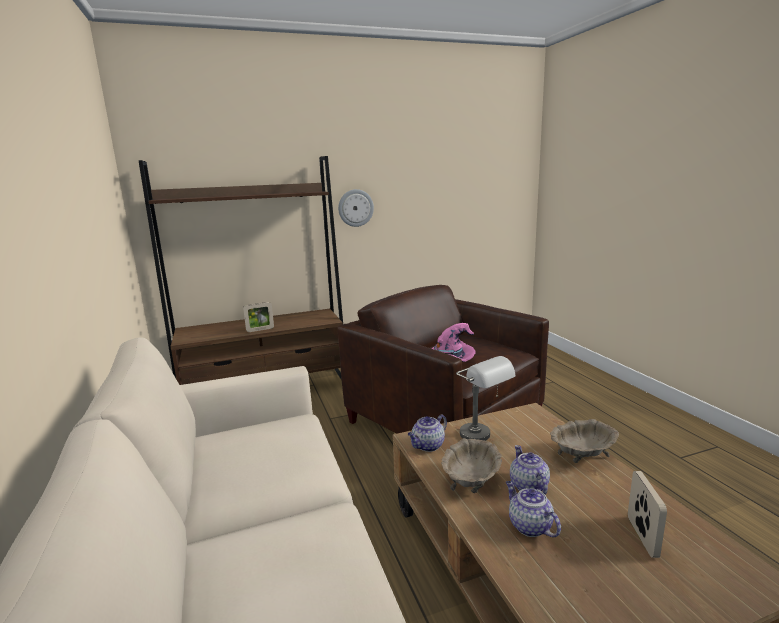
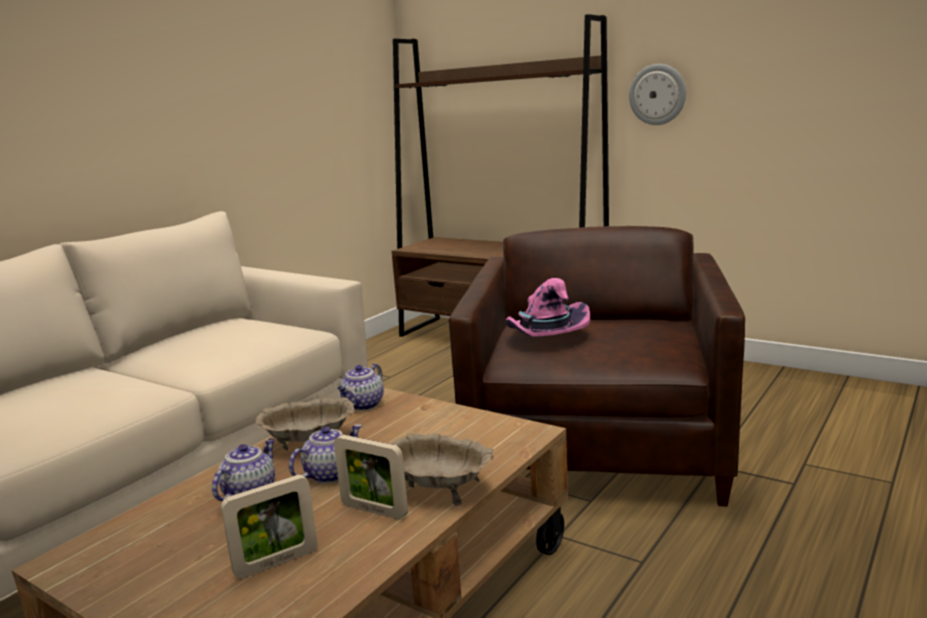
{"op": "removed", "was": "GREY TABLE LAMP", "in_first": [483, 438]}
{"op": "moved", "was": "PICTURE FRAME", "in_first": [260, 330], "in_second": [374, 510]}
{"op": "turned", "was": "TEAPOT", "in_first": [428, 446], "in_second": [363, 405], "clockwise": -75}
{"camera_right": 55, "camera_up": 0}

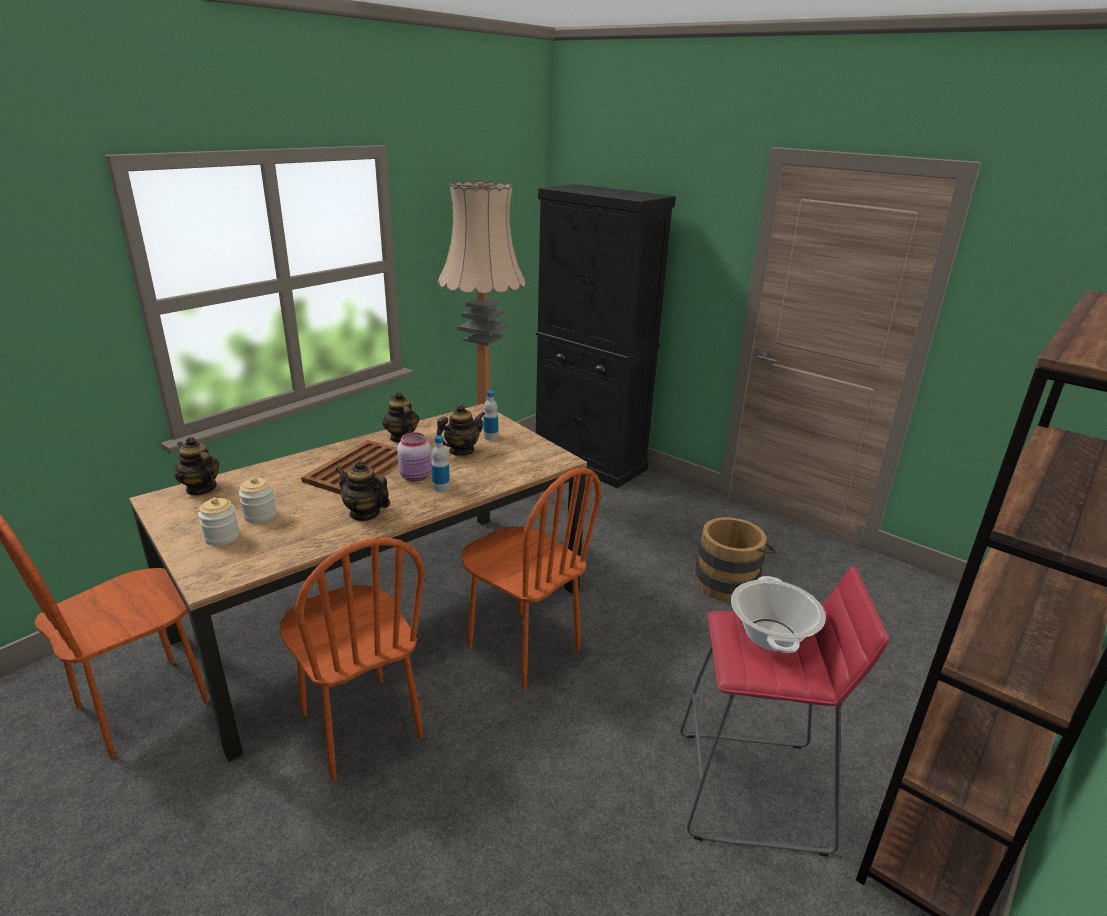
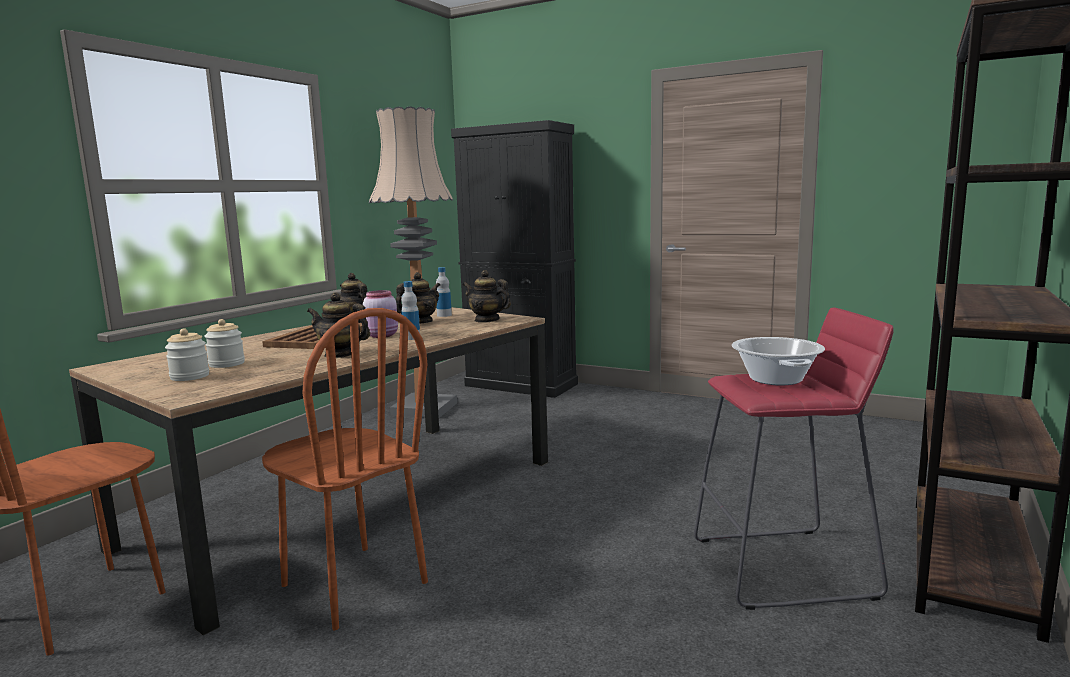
{"op": "removed", "was": "BROWN CHAIR", "in_first": [523, 648]}
{"op": "removed", "was": "BROWN BUCKET", "in_first": [729, 581]}
{"op": "moved", "was": "TEAPOT", "in_first": [201, 489], "in_second": [487, 320]}
{"camera_right": -10, "camera_up": -15}

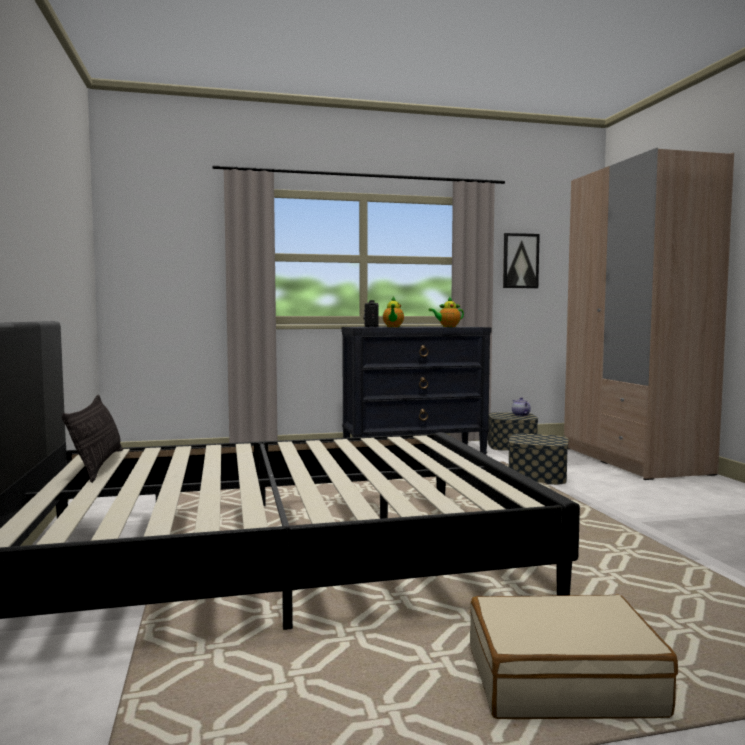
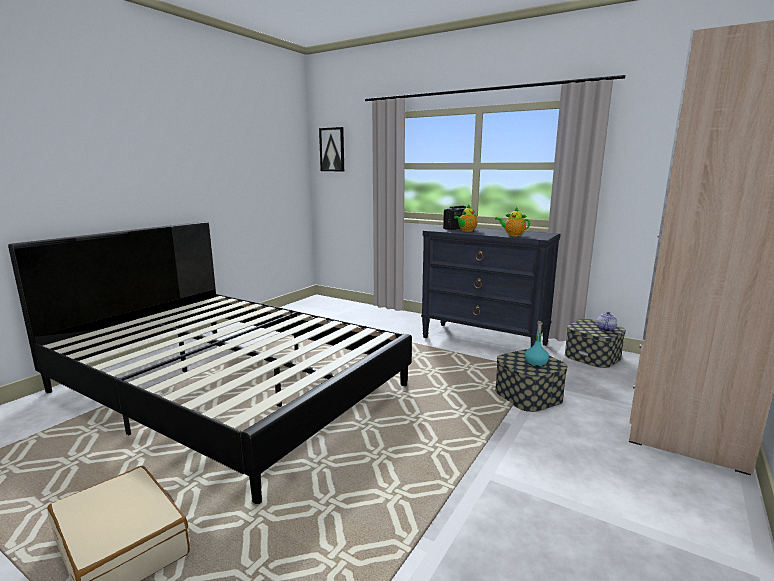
{"op": "removed", "was": "PILLOW", "in_first": [98, 465]}
{"op": "added", "now": "TURQUOISE BOTTLE", "in_second": [536, 363]}
{"op": "moved", "was": "PICTURE", "in_first": [520, 261], "in_second": [332, 149]}
{"camera_right": 45, "camera_up": 10}

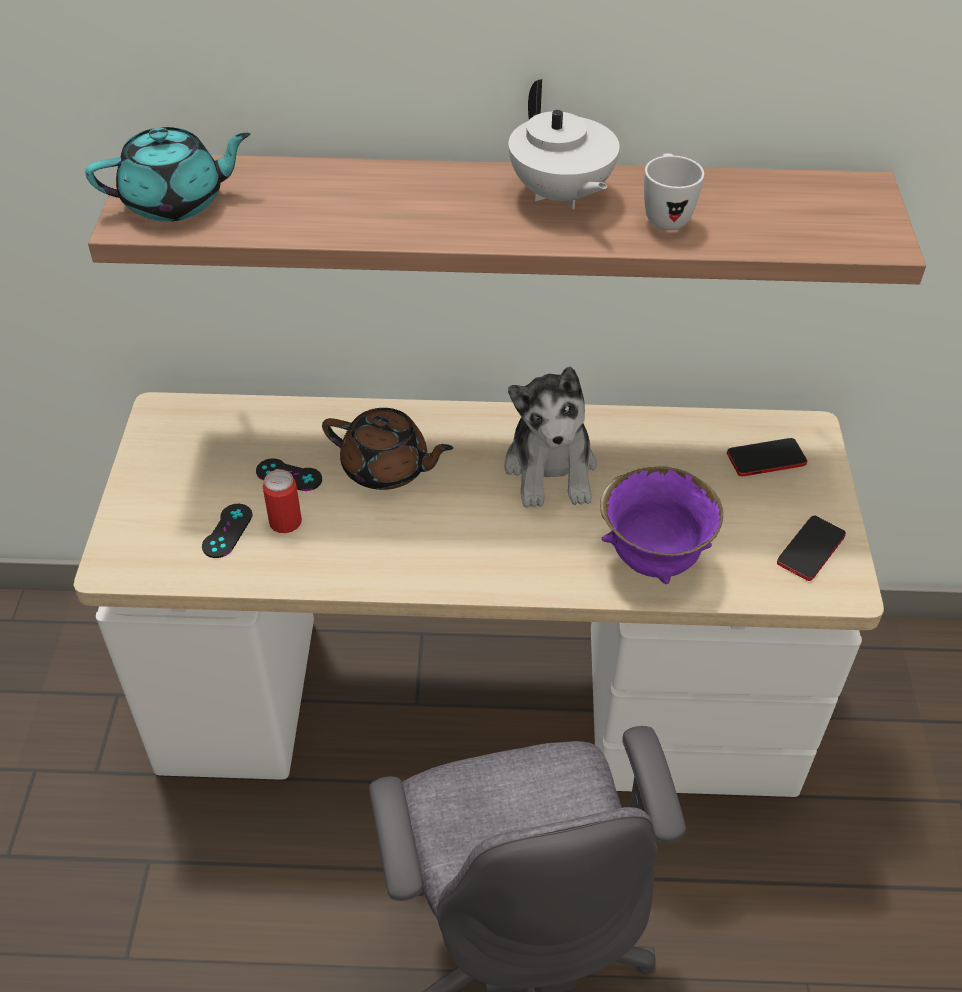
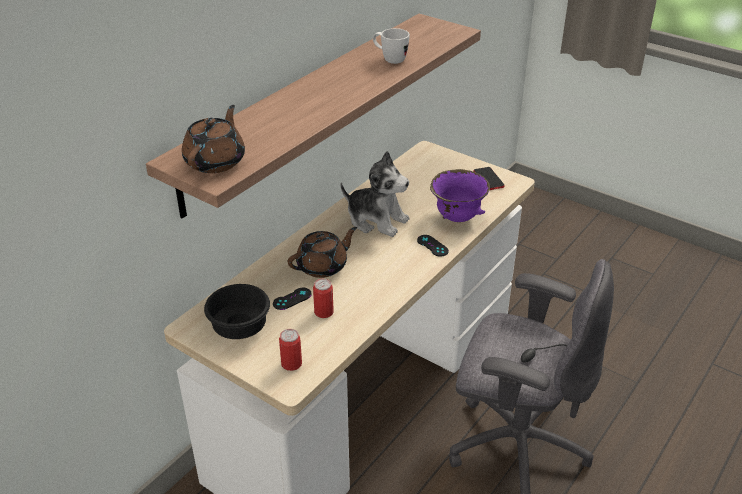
{"op": "removed", "was": "WHITE TEAPOT", "in_first": [560, 195]}
{"op": "removed", "was": "PHONE", "in_first": [766, 458]}
{"op": "added", "now": "BLACK BOWL", "in_second": [240, 326]}
{"op": "added", "now": "CAN", "in_second": [291, 364]}
{"op": "moved", "was": "BLACK GAME CONTROLLER", "in_first": [227, 531], "in_second": [432, 246]}
{"op": "recoloured", "was": "TURQUOISE TEAPOT", "now": "BROWN TEAPOT", "in_first": [176, 202], "in_second": [216, 161]}
{"camera_right": -55, "camera_up": -10}

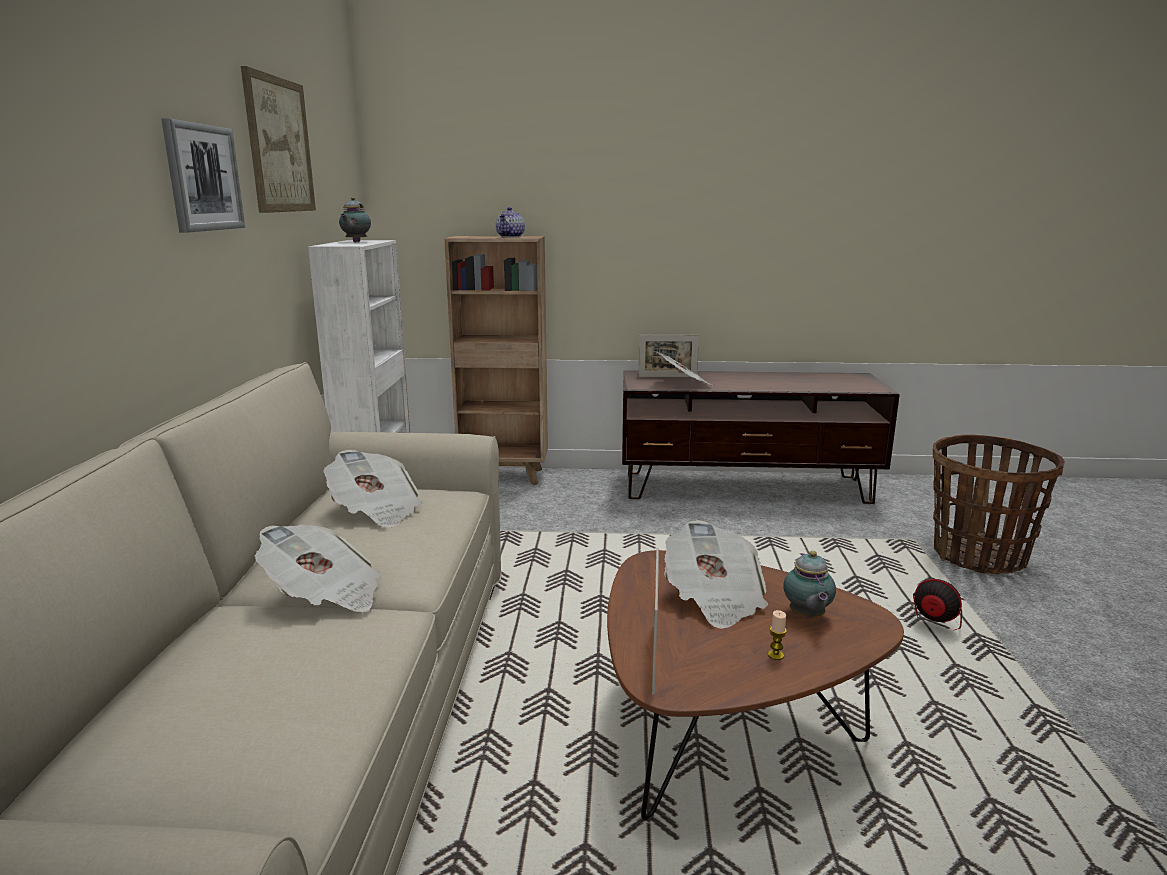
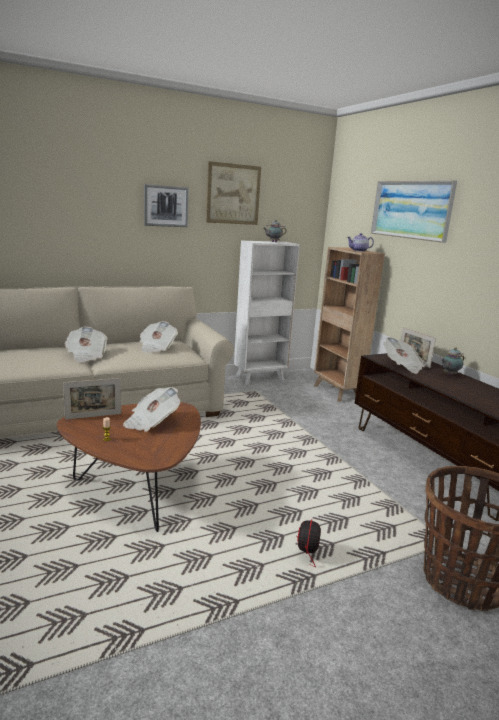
{"op": "added", "now": "PICTURE", "in_second": [411, 209]}
{"op": "moved", "was": "TEAPOT", "in_first": [806, 616], "in_second": [449, 374]}
{"camera_right": 60, "camera_up": 0}

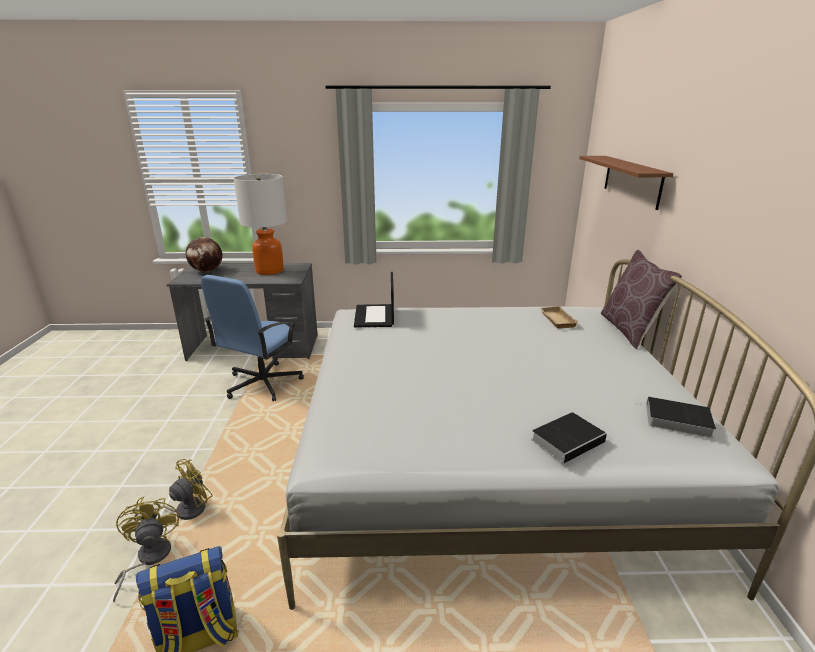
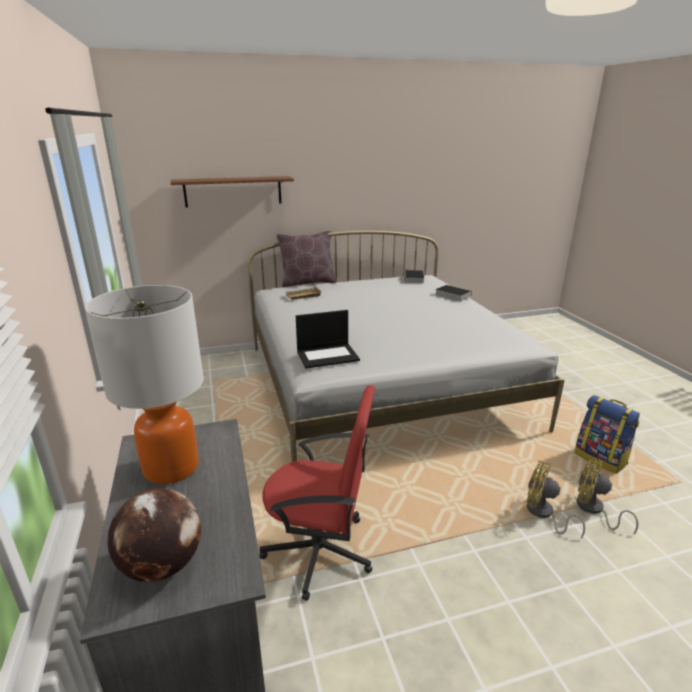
{"op": "recoloured", "was": "BLUE OFFICE CHAIR", "now": "RED OFFICE CHAIR", "in_first": [262, 383], "in_second": [320, 552]}
{"op": "turned", "was": "YELLOW FAN", "in_first": [148, 559], "in_second": [593, 510], "clockwise": 60}
{"camera_right": -105, "camera_up": 0}

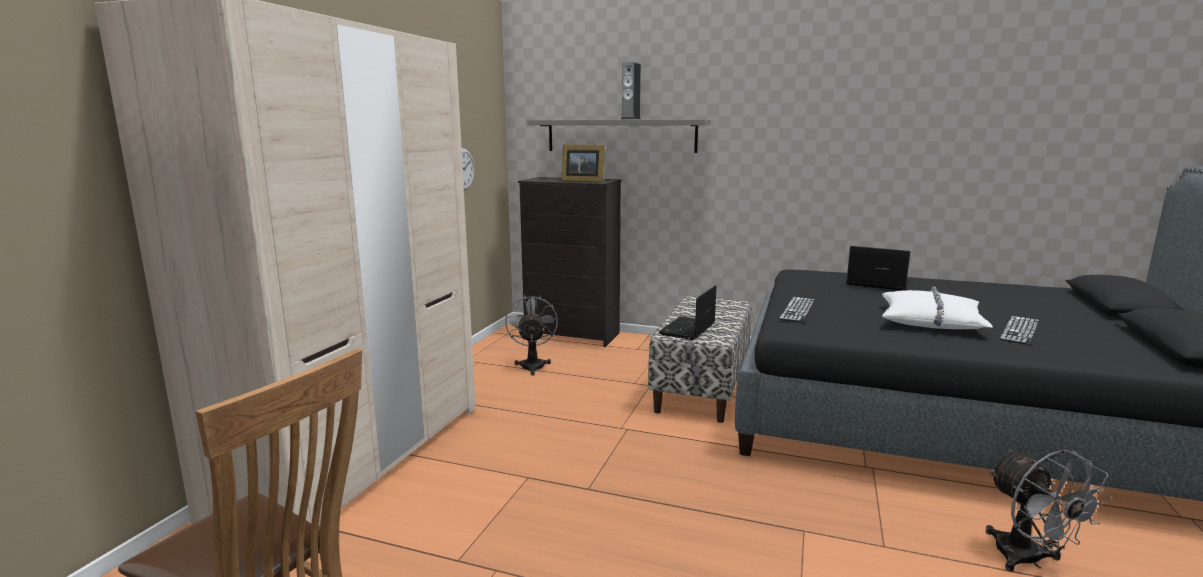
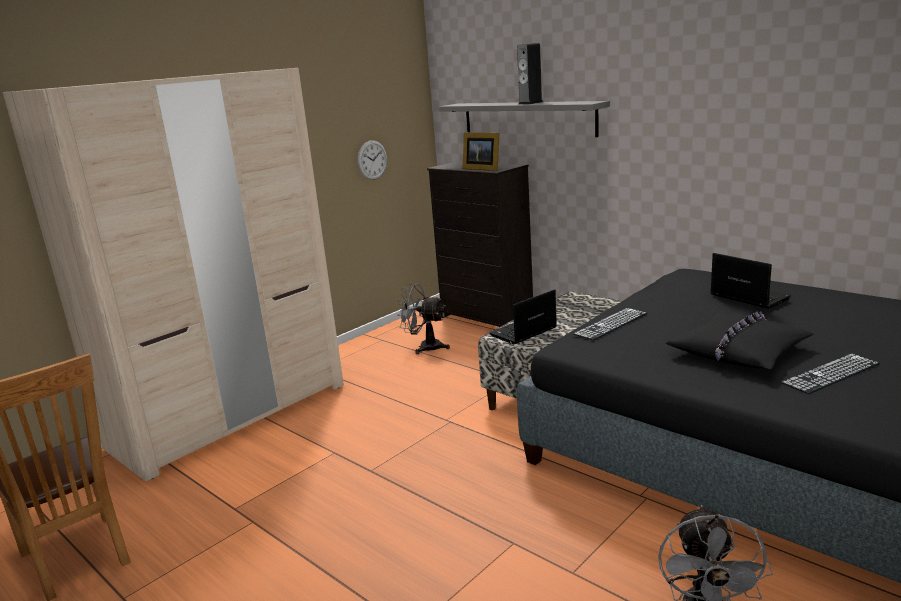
{"op": "recoloured", "was": "WHITE PILLOW", "now": "BLACK PILLOW", "in_first": [930, 321], "in_second": [738, 351]}
{"op": "turned", "was": "GREY FAN", "in_first": [532, 365], "in_second": [425, 347], "clockwise": -90}
{"camera_right": 25, "camera_up": 5}

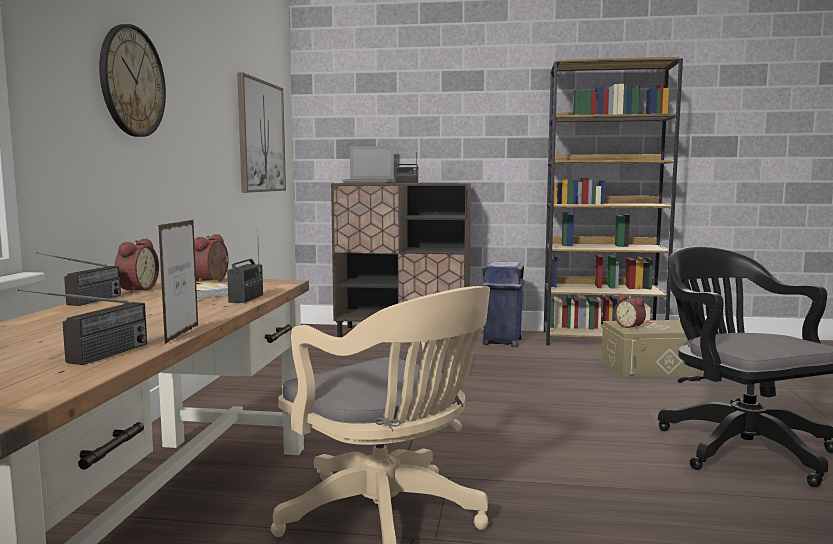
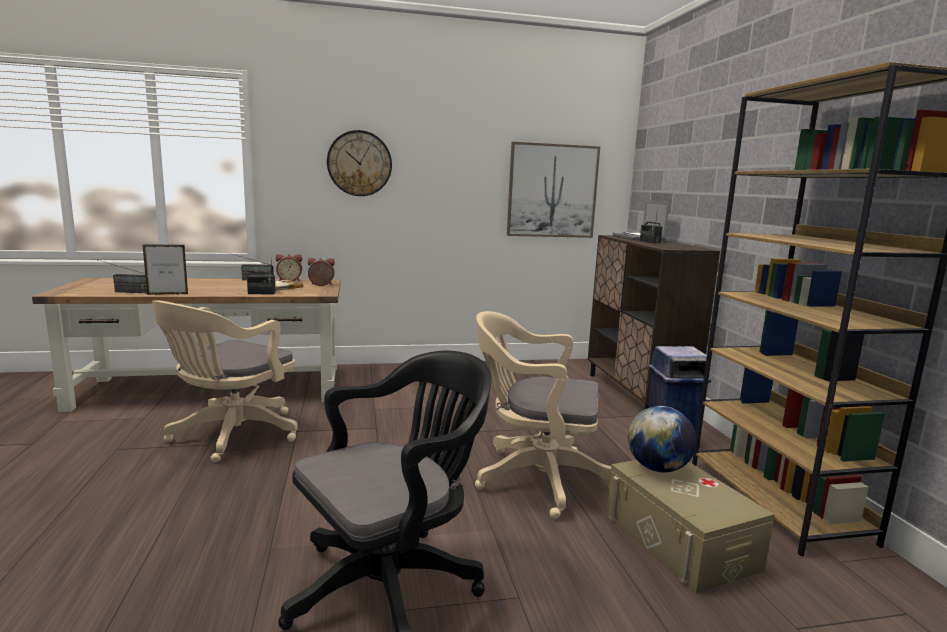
{"op": "added", "now": "BEIGE OFFICE CHAIR", "in_second": [535, 478]}
{"op": "replaced", "was": "ALARM CLOCK", "now": "GLOBE", "in_first": [630, 326], "in_second": [657, 468]}
{"camera_right": 70, "camera_up": 5}

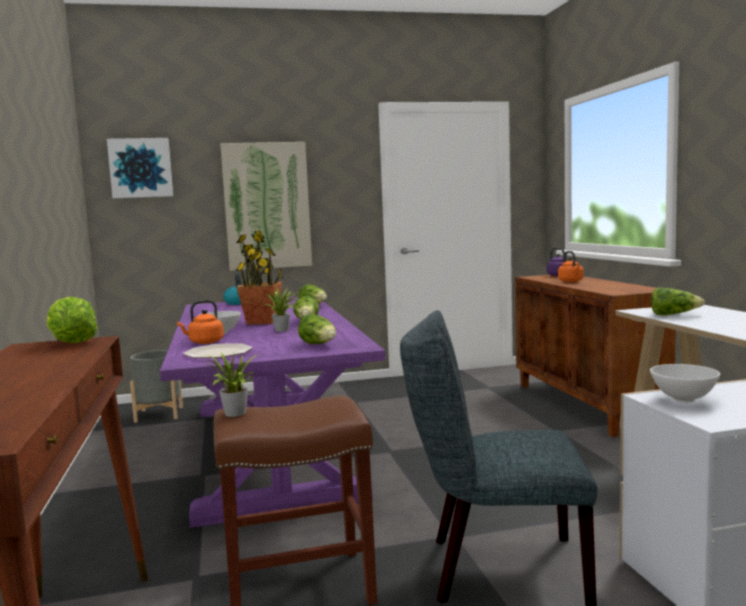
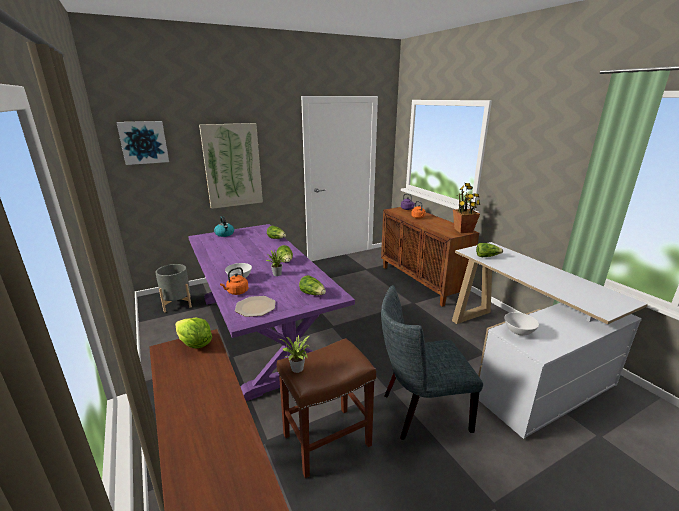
{"op": "moved", "was": "POTTED PLANT", "in_first": [263, 322], "in_second": [463, 230]}
{"camera_right": -15, "camera_up": 15}

